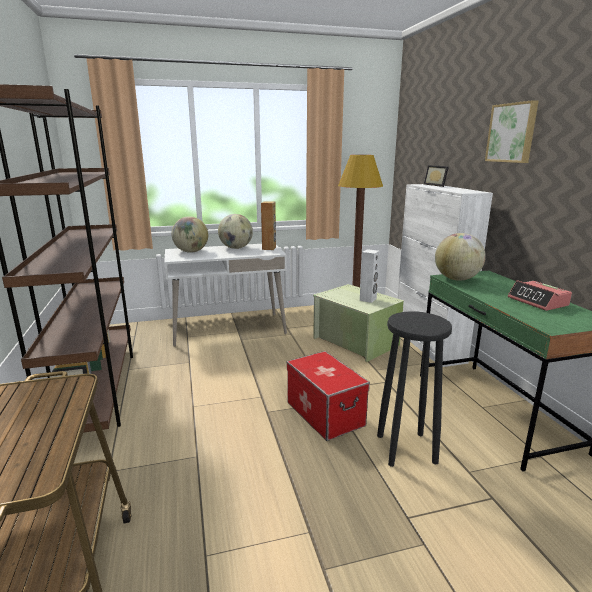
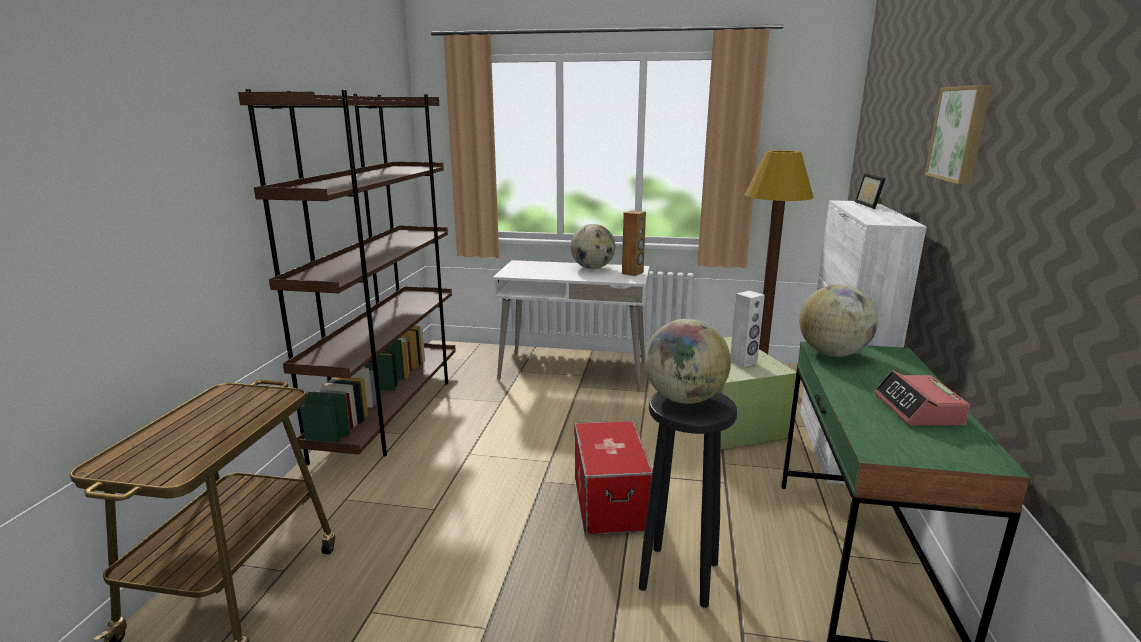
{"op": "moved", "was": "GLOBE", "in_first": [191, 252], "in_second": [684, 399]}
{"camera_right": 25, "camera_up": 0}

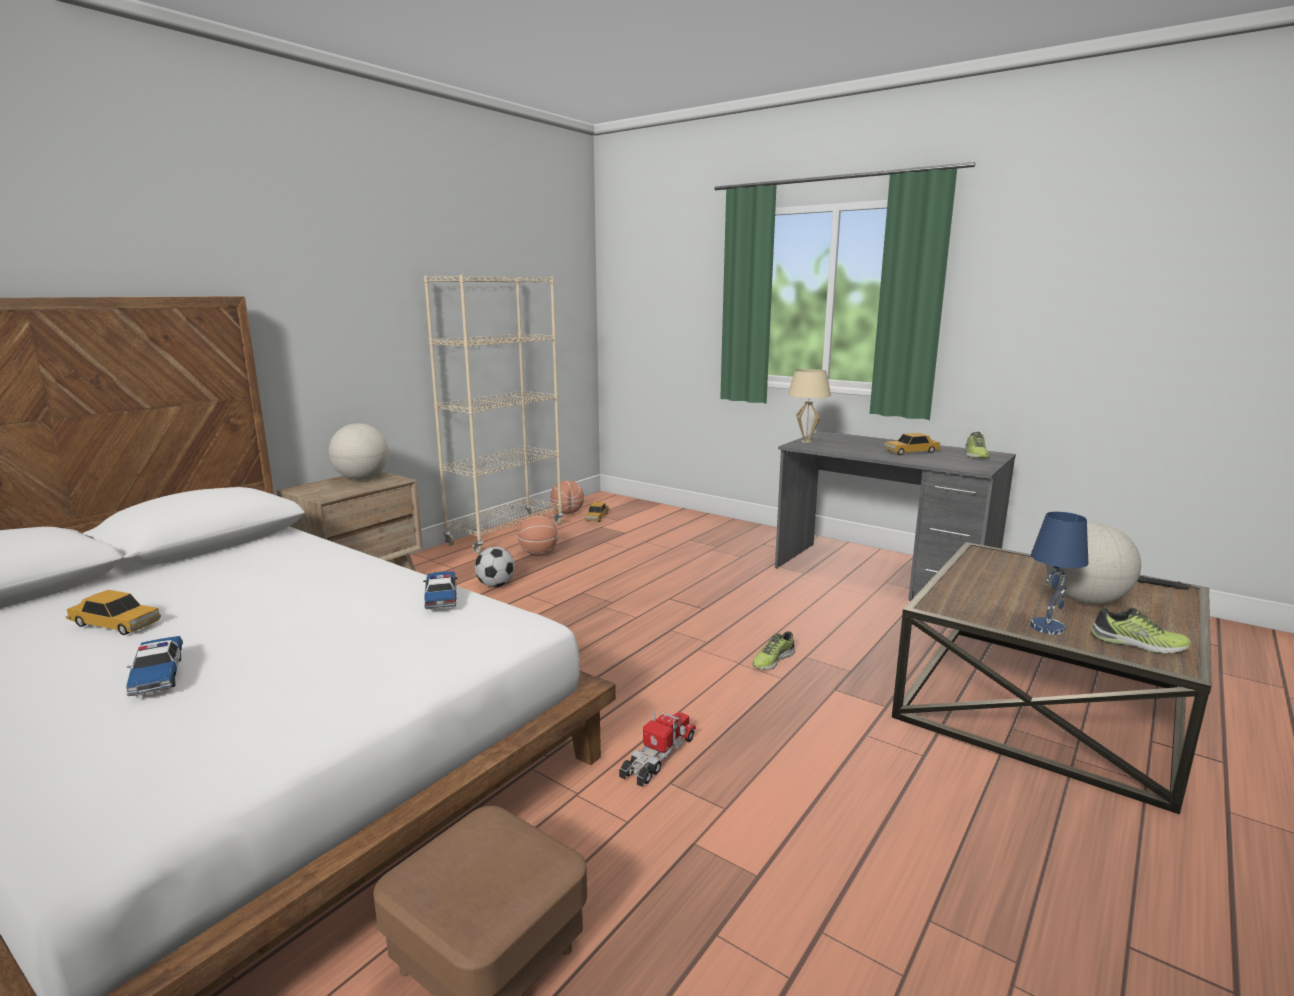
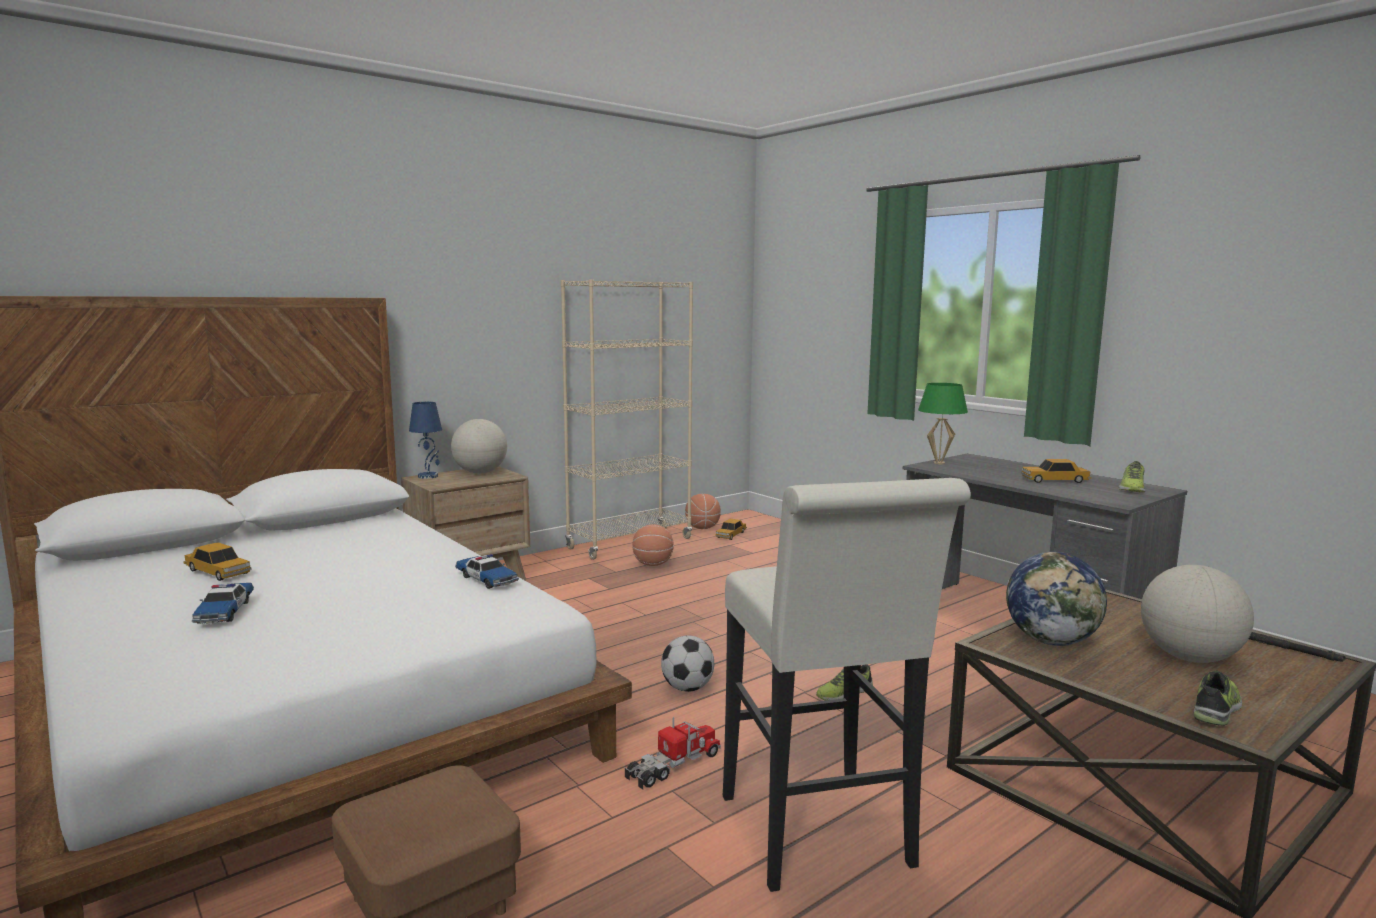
{"op": "added", "now": "WHITE STOOL", "in_second": [820, 839]}
{"op": "added", "now": "GLOBE", "in_second": [1052, 641]}
{"op": "moved", "was": "FOOTBALL", "in_first": [496, 585], "in_second": [687, 688]}
{"op": "moved", "was": "BLUE TABLE LAMP", "in_first": [1047, 627], "in_second": [428, 476]}
{"op": "recoloured", "was": "BEIGE TABLE LAMP", "now": "GREEN TABLE LAMP", "in_first": [806, 442], "in_second": [939, 463]}
{"op": "turned", "was": "TOY CAR", "in_first": [441, 597], "in_second": [486, 579], "clockwise": 135}
{"op": "turned", "was": "SHOE", "in_first": [1138, 644], "in_second": [1216, 708], "clockwise": -90}
{"camera_right": 15, "camera_up": -5}

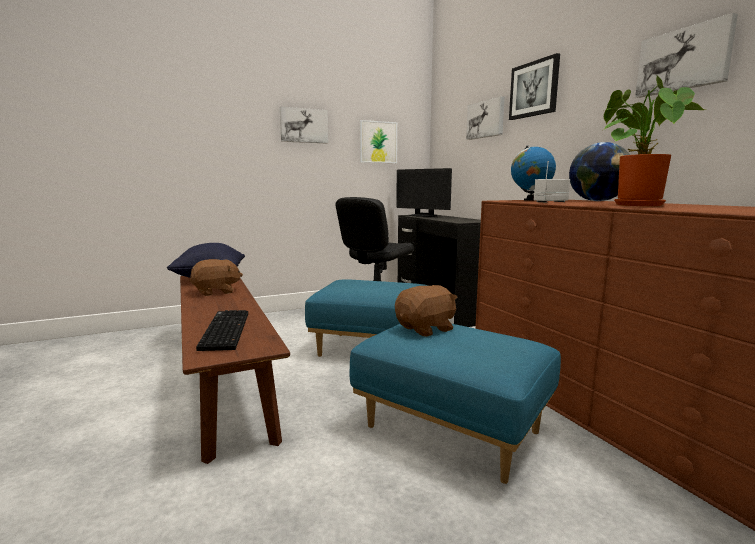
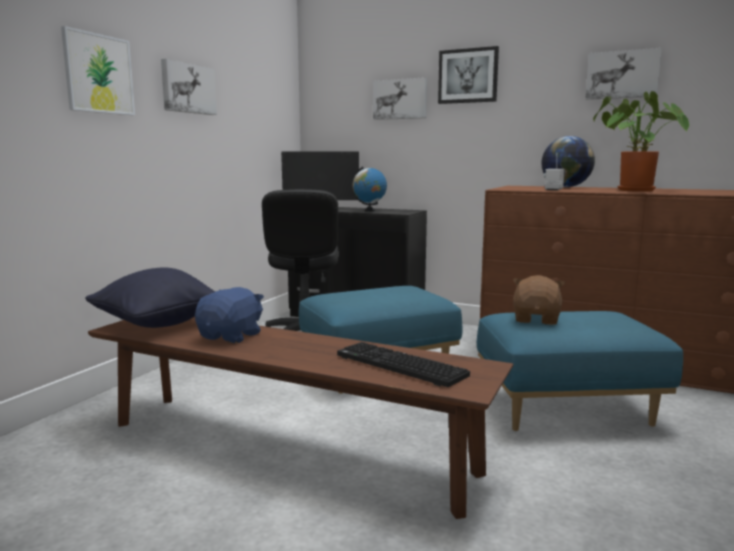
{"op": "moved", "was": "PICTURE", "in_first": [378, 142], "in_second": [99, 74]}
{"op": "moved", "was": "GLOBE", "in_first": [530, 200], "in_second": [369, 211]}
{"op": "recoloured", "was": "BROWN PLUSH TOY", "now": "BLUE PLUSH TOY", "in_first": [216, 292], "in_second": [232, 336]}
{"camera_right": -40, "camera_up": 0}

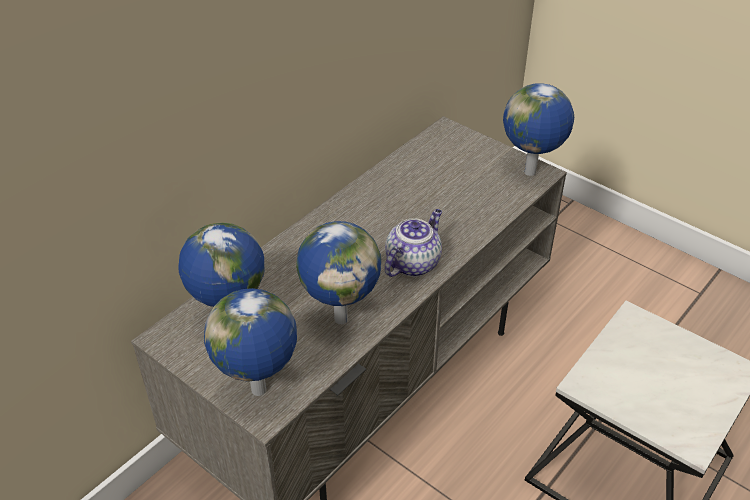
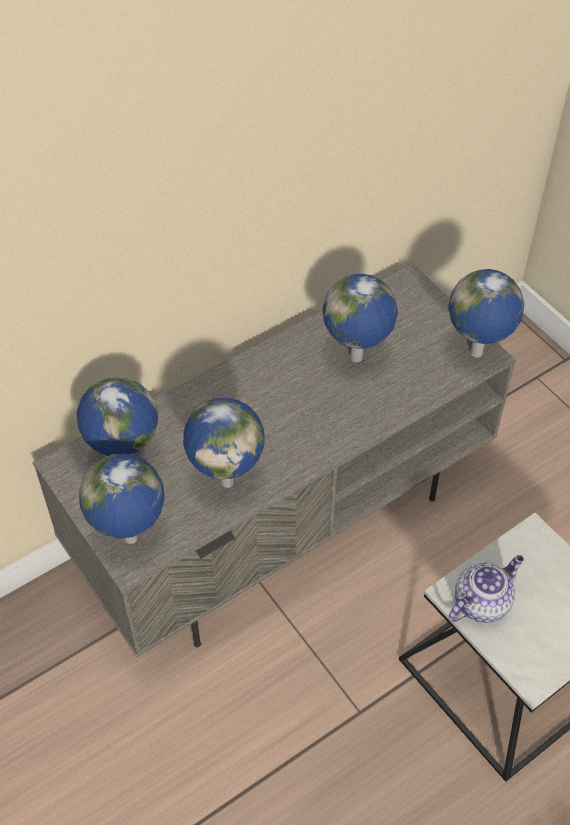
{"op": "added", "now": "GLOBE", "in_second": [357, 358]}
{"op": "moved", "was": "TEAPOT", "in_first": [413, 263], "in_second": [482, 602]}
{"camera_right": 15, "camera_up": 10}

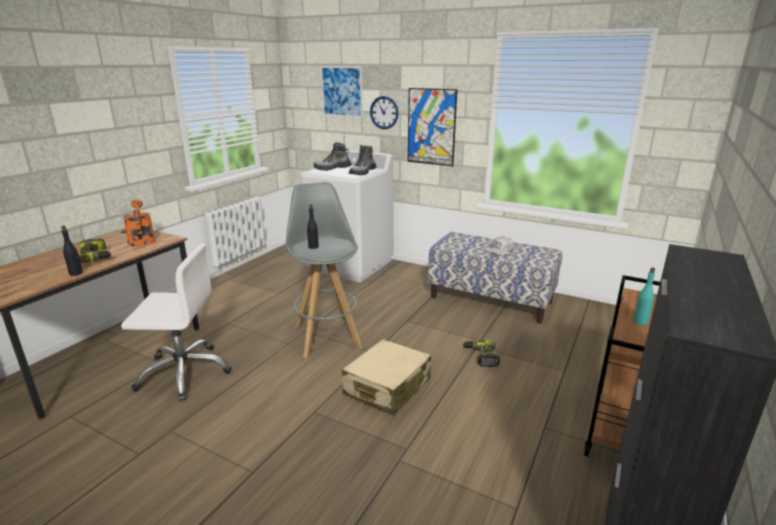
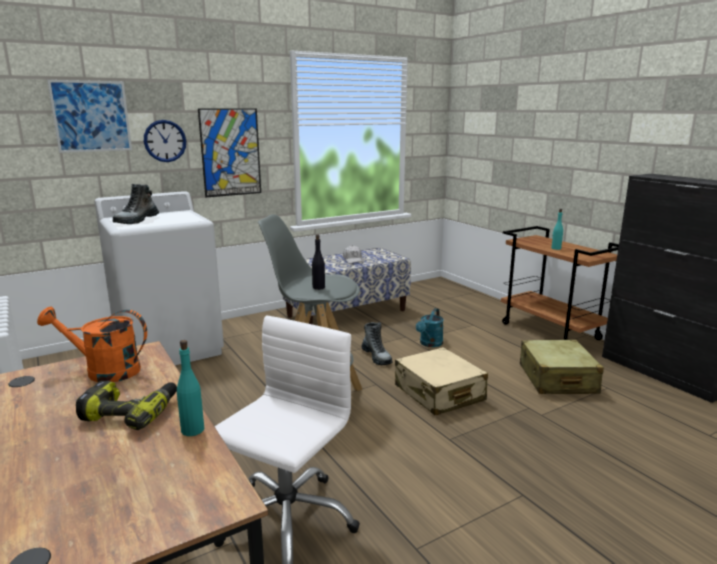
{"op": "added", "now": "BEIGE SUITCASE", "in_second": [557, 379]}
{"op": "moved", "was": "BOOT", "in_first": [363, 172], "in_second": [377, 357]}
{"op": "replaced", "was": "POWER DRILL", "now": "TURQUOISE WATERING CAN", "in_first": [481, 357], "in_second": [429, 344]}
{"op": "recoloured", "was": "BLACK BOTTLE", "now": "TURQUOISE BOTTLE", "in_first": [76, 273], "in_second": [193, 430]}
{"camera_right": -60, "camera_up": -5}

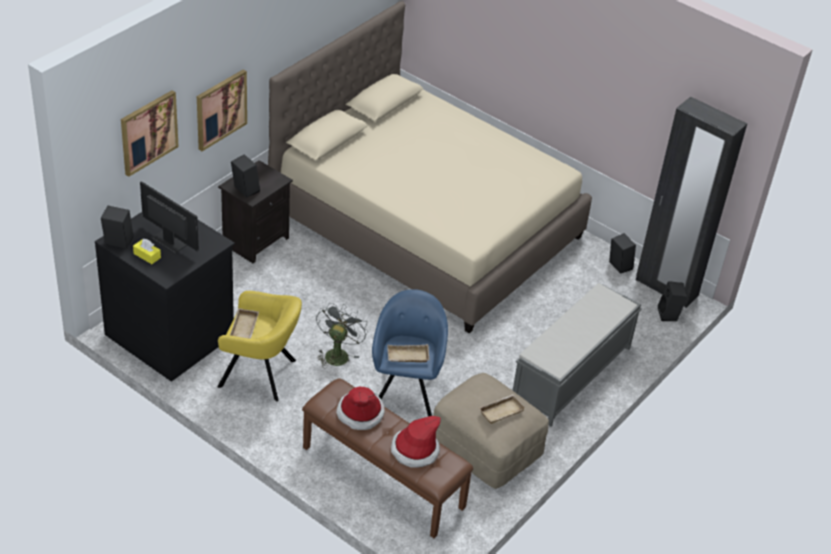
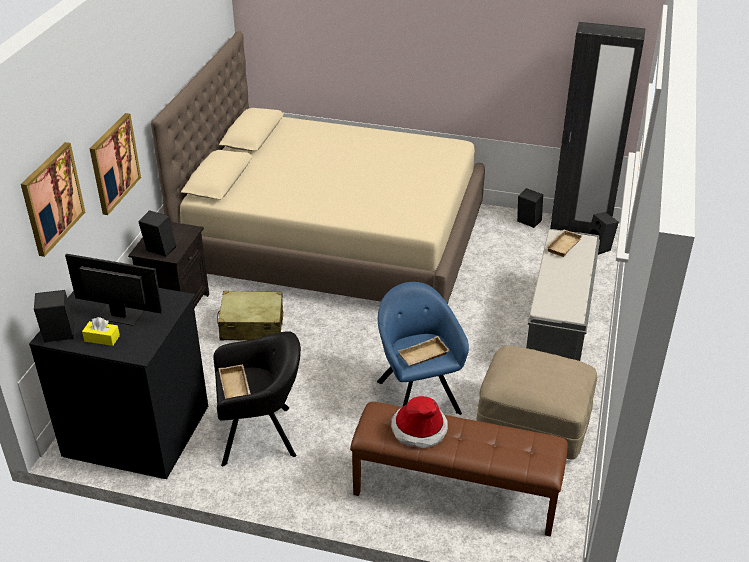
{"op": "removed", "was": "GREY FAN", "in_first": [337, 353]}
{"op": "removed", "was": "HAT", "in_first": [415, 450]}
{"op": "added", "now": "BEIGE SUITCASE", "in_second": [251, 325]}
{"op": "moved", "was": "BEIGE TRAY", "in_first": [501, 410], "in_second": [562, 245]}
{"op": "recoloured", "was": "YELLOW ARMCHAIR", "now": "BLACK ARMCHAIR", "in_first": [260, 374], "in_second": [261, 435]}
{"camera_right": -20, "camera_up": -5}

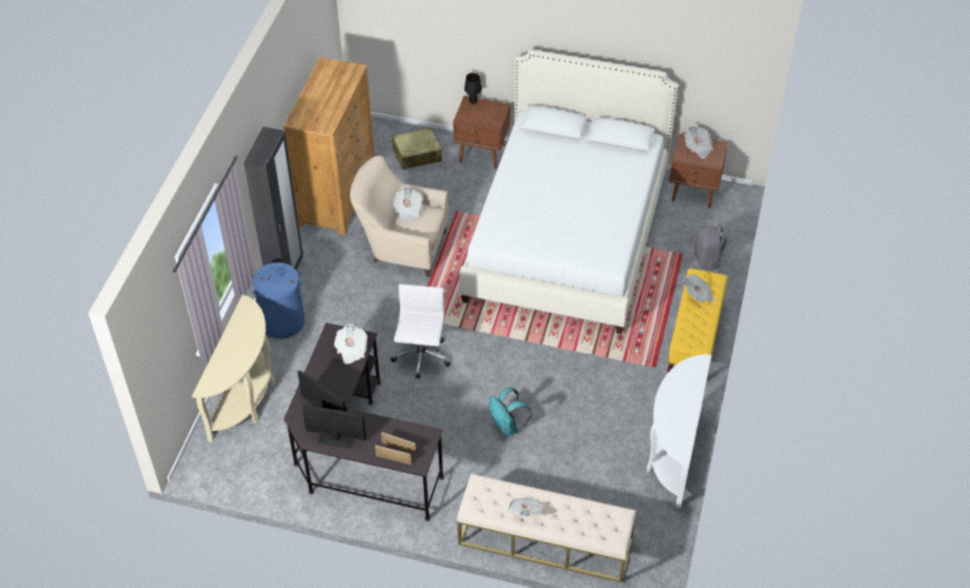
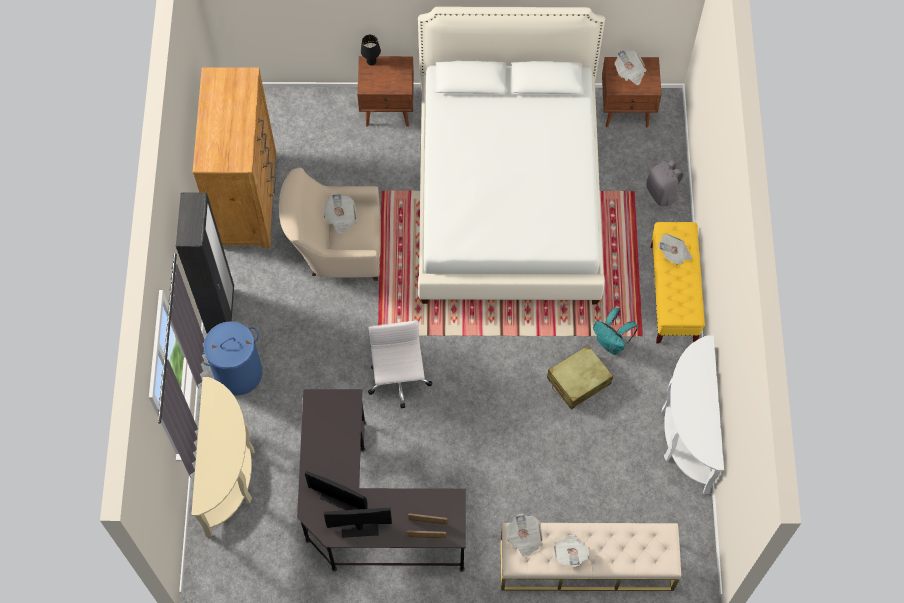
{"op": "moved", "was": "NEWSPAPER", "in_first": [351, 350], "in_second": [524, 539]}
{"op": "moved", "was": "BEIGE SUITCASE", "in_first": [416, 155], "in_second": [578, 381]}
{"op": "moved", "was": "TURQUOISE BACKPACK", "in_first": [507, 427], "in_second": [611, 343]}
{"camera_right": -15, "camera_up": 15}

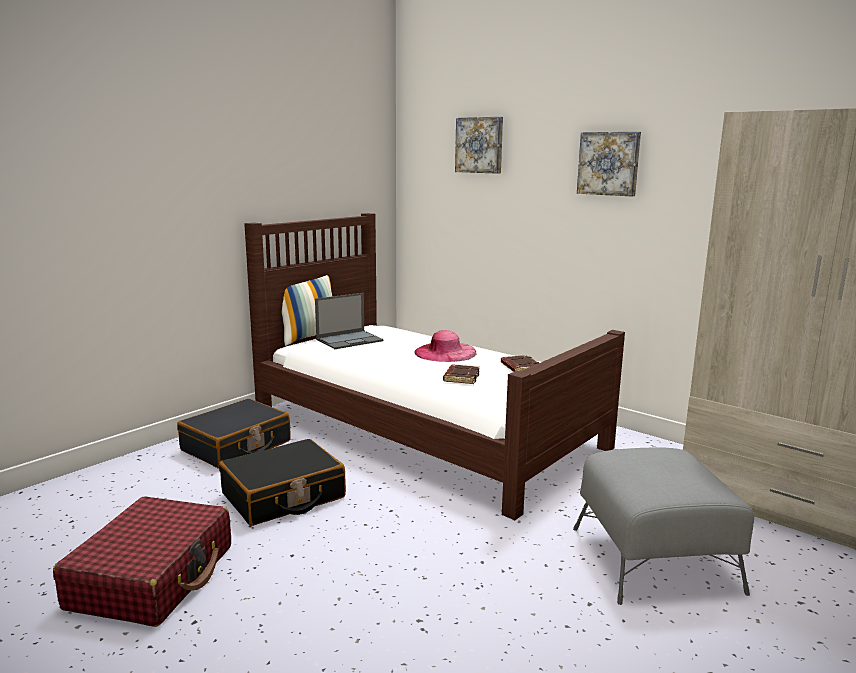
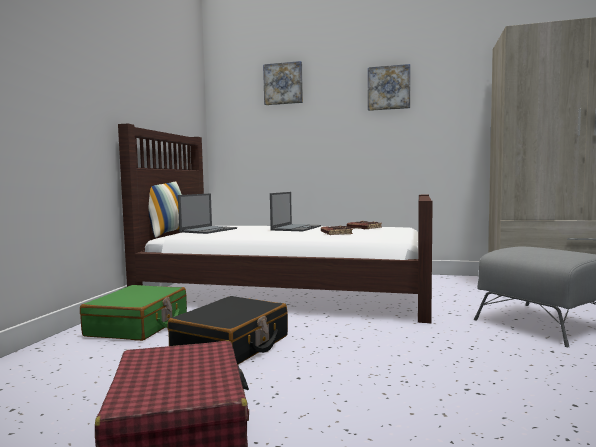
{"op": "replaced", "was": "PINK HAT", "now": "LAPTOP", "in_first": [445, 352], "in_second": [296, 228]}
{"op": "recoloured", "was": "BLACK SUITCASE", "now": "GREEN SUITCASE", "in_first": [236, 446], "in_second": [138, 325]}
{"camera_right": -25, "camera_up": -10}

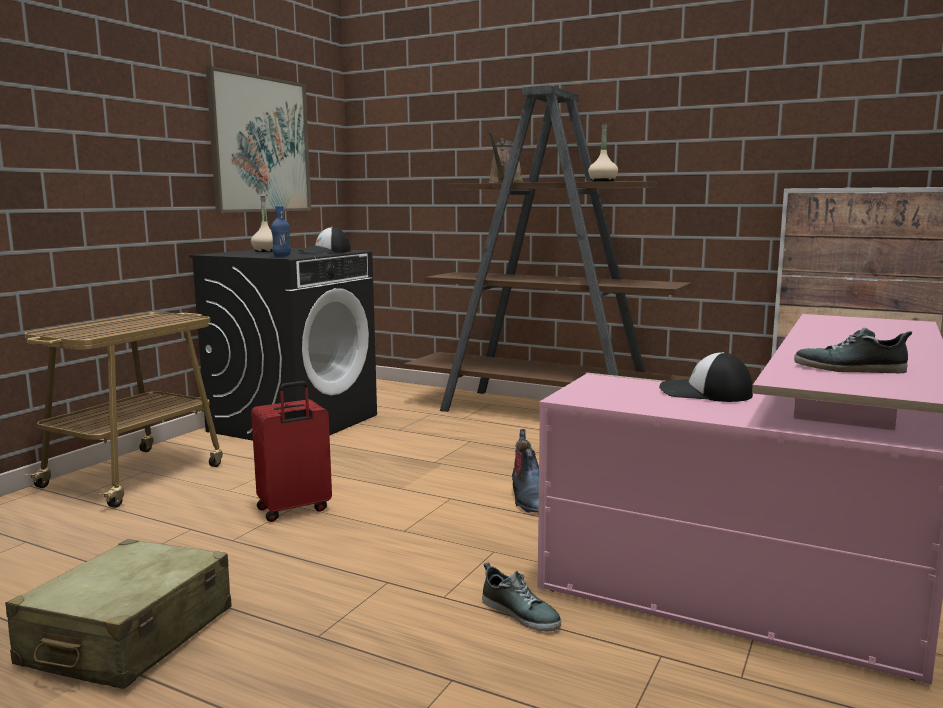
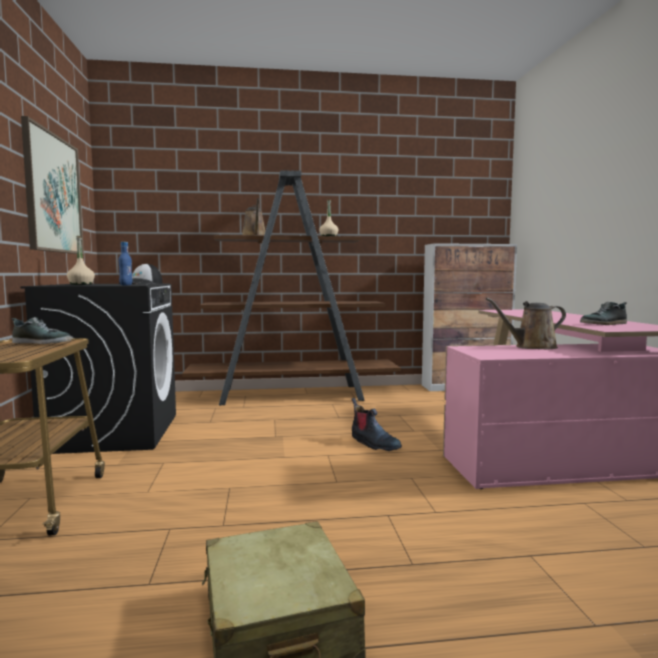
{"op": "removed", "was": "RED SUITCASE", "in_first": [294, 510]}
{"op": "moved", "was": "SHOE", "in_first": [521, 613], "in_second": [42, 342]}
{"op": "replaced", "was": "CAP", "now": "BROWN WATERING CAN", "in_first": [704, 393], "in_second": [532, 347]}
{"camera_right": -35, "camera_up": -5}

